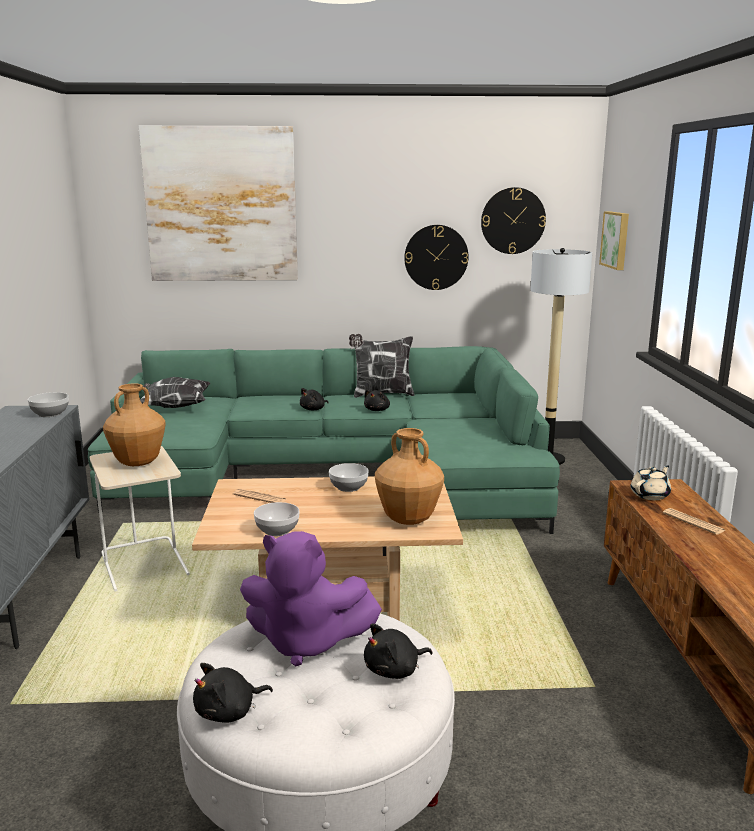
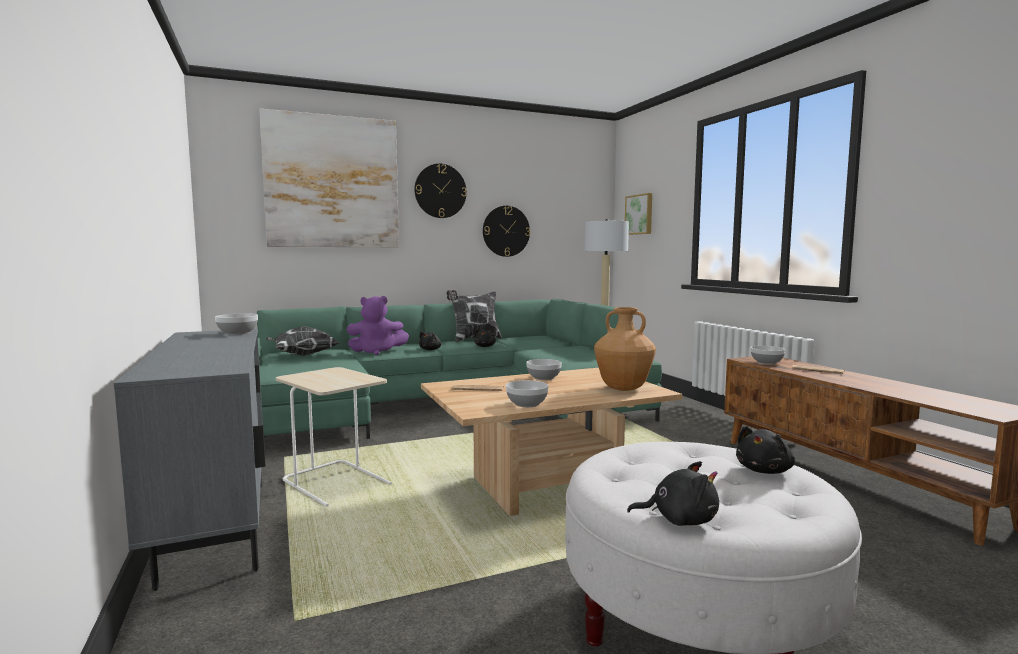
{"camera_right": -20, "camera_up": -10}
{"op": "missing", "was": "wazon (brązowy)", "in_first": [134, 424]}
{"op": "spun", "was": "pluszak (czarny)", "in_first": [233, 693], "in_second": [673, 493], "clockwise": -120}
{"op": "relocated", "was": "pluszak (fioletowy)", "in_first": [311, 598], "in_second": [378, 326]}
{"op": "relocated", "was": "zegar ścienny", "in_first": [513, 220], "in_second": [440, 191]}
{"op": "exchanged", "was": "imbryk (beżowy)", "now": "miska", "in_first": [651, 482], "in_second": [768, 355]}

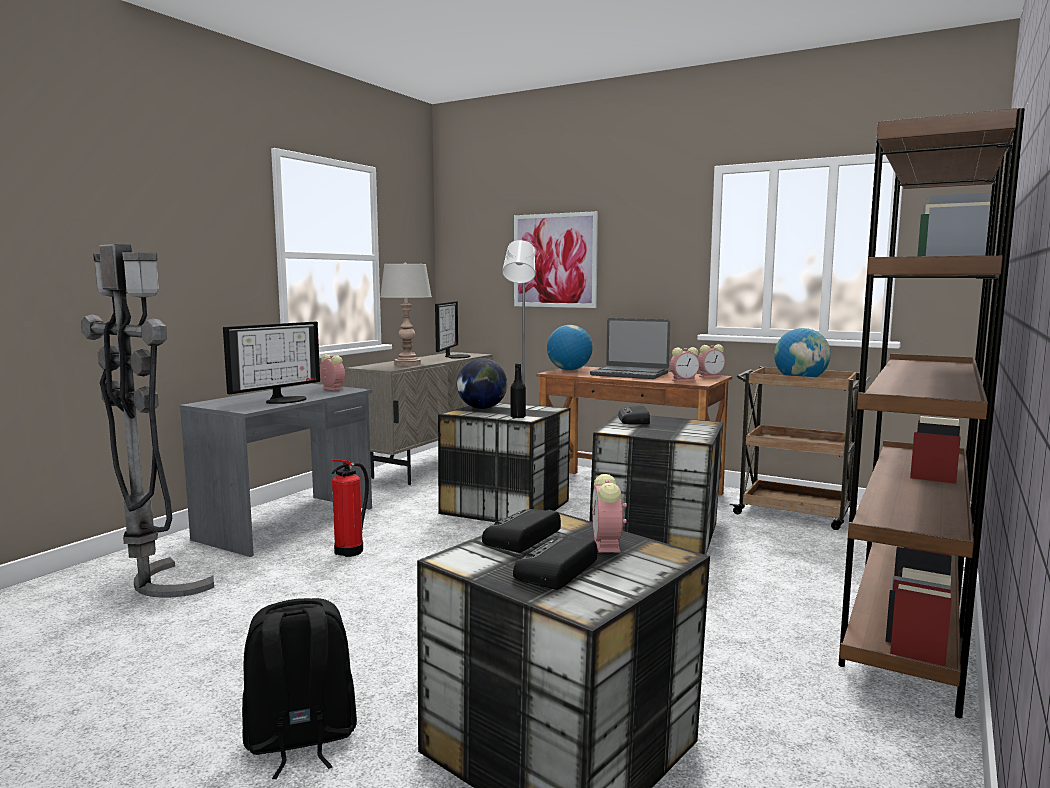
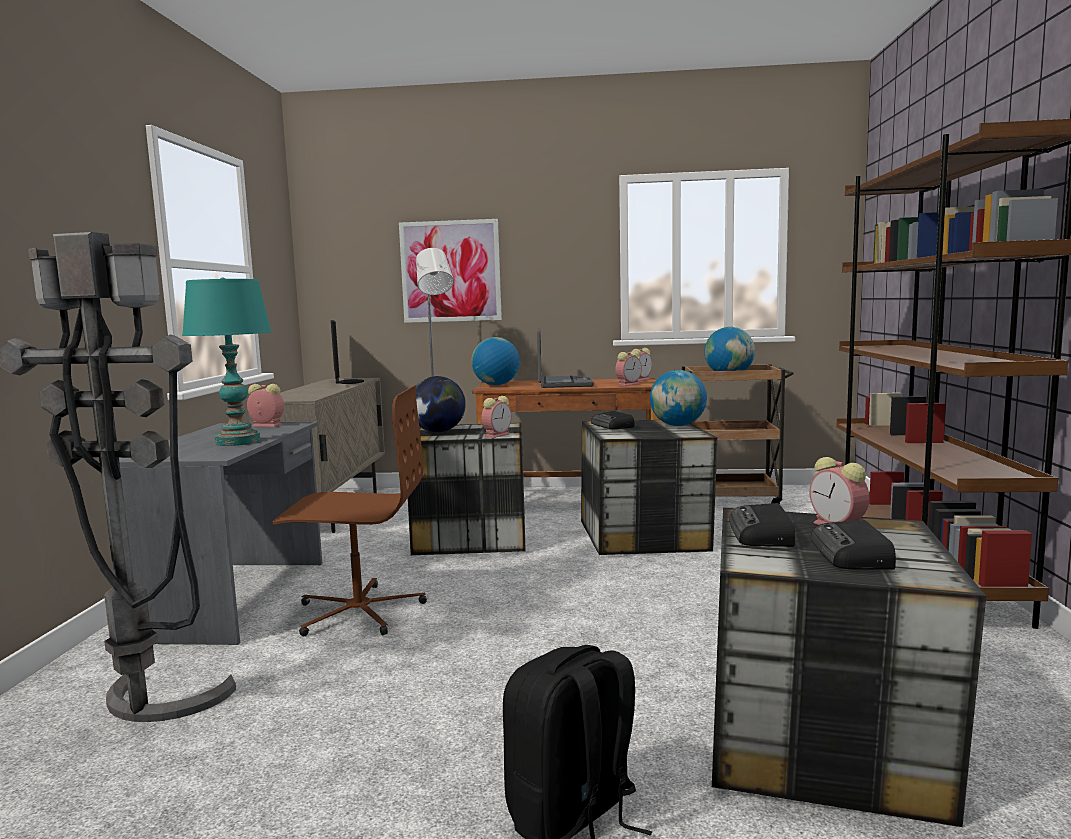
{"camera_right": -25, "camera_up": 0}
{"op": "exchanged", "was": "monitor", "now": "lampa stołowa (turkusowy)", "in_first": [271, 363], "in_second": [226, 362]}
{"op": "exchanged", "was": "gaśnica", "now": "krzesło biurowe (brązowy)", "in_first": [350, 508], "in_second": [349, 510]}
{"op": "missing", "was": "lampa stołowa (szary)", "in_first": [406, 314]}
{"op": "exchanged", "was": "butelka (czarny)", "now": "budzik", "in_first": [518, 391], "in_second": [496, 417]}
{"op": "spun", "was": "laptop", "in_first": [630, 348], "in_second": [565, 358], "clockwise": -90}
{"op": "appeared", "now": "globus", "in_second": [678, 398]}

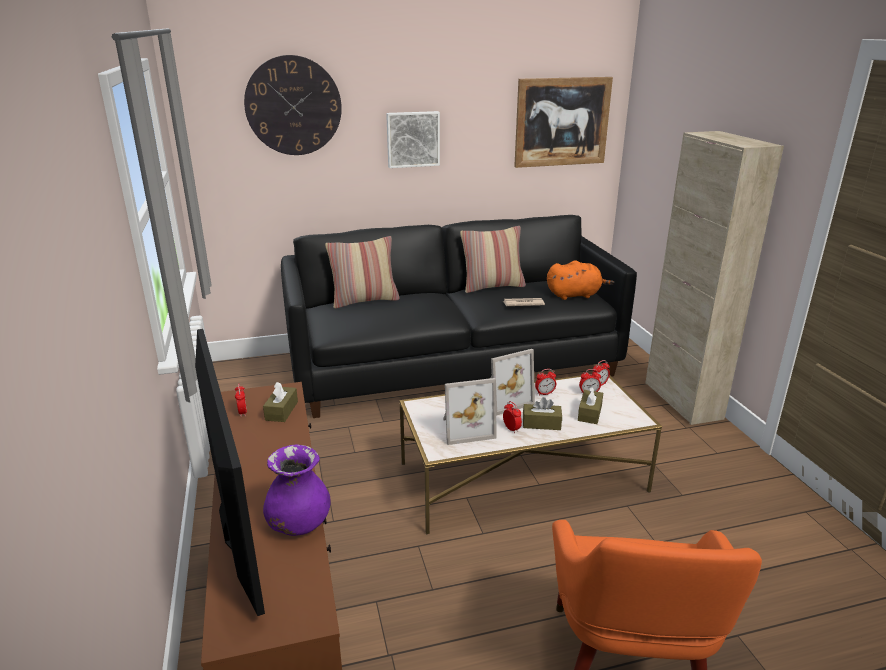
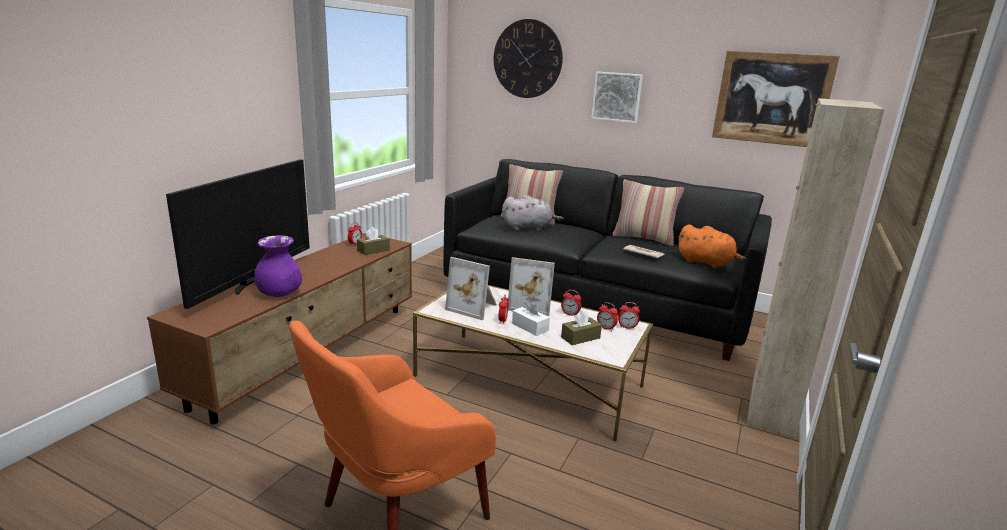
{"camera_right": 40, "camera_up": -5}
{"op": "colour", "was": "pudełko chusteczek (brązowy)", "now": "pudełko chusteczek (biały)", "in_first": [542, 413], "in_second": [531, 318]}
{"op": "appeared", "now": "pluszak (szary)", "in_second": [532, 213]}

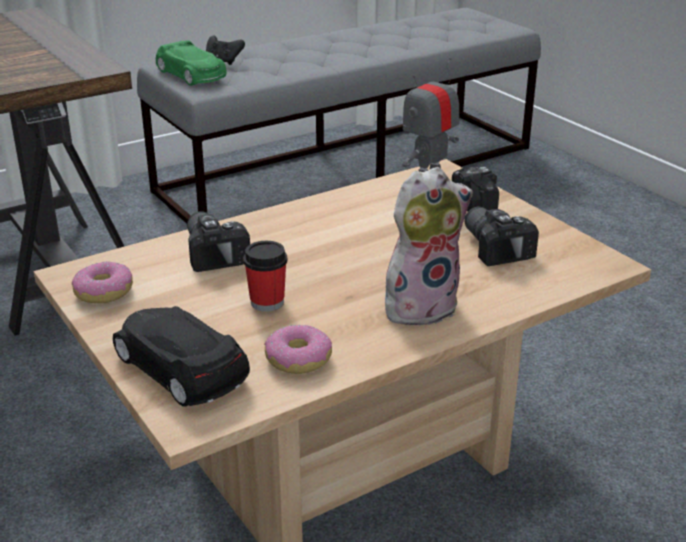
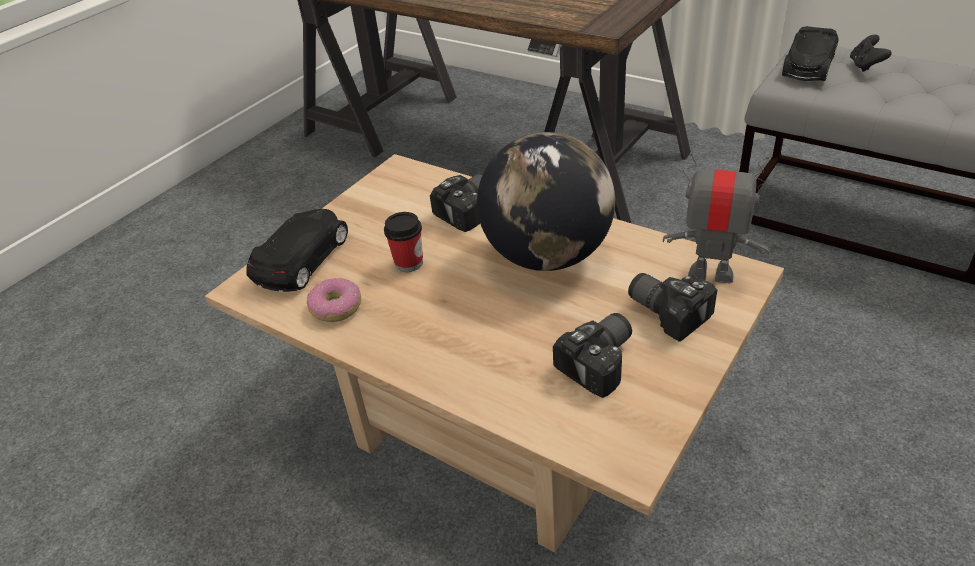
{"camera_right": 70, "camera_up": 10}
{"op": "missing", "was": "donut", "in_first": [102, 282]}
{"op": "colour", "was": "samochodzik (zielony)", "now": "samochodzik (czarny)", "in_first": [191, 63], "in_second": [810, 53]}
{"op": "missing", "was": "pluszak", "in_first": [429, 248]}
{"op": "appeared", "now": "globus", "in_second": [546, 201]}

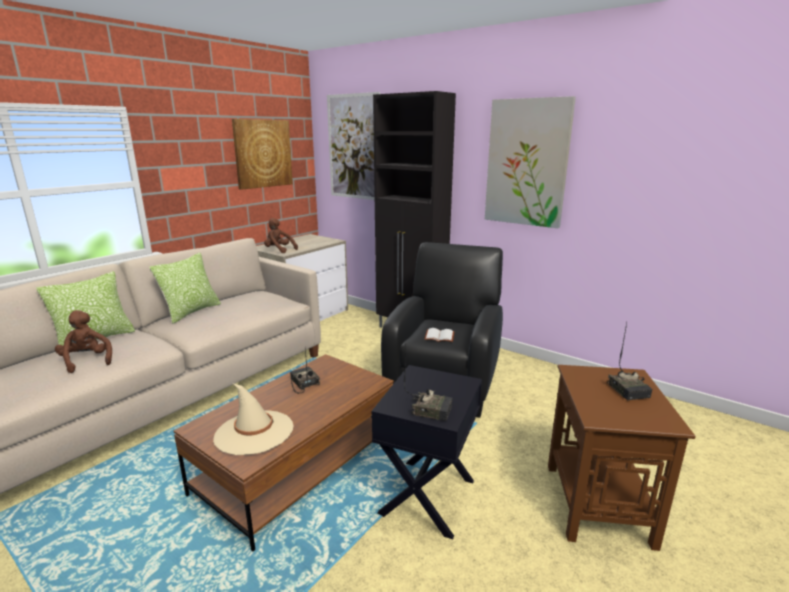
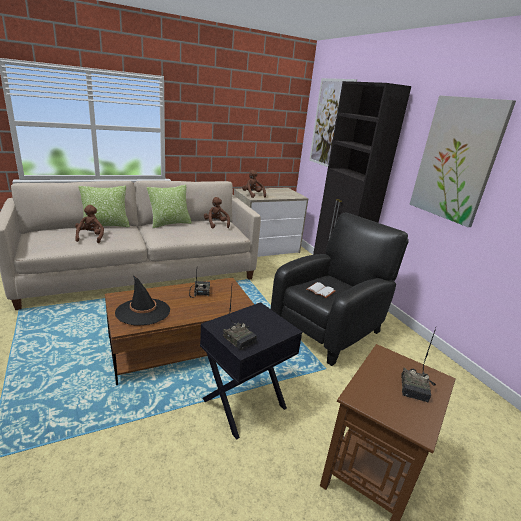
{"camera_right": 25, "camera_up": 5}
{"op": "colour", "was": "kapelusz (beżowy)", "now": "kapelusz (czarny)", "in_first": [253, 419], "in_second": [142, 300]}
{"op": "missing", "was": "obraz", "in_first": [262, 154]}
{"op": "appeared", "now": "pluszak (brązowy)", "in_second": [217, 212]}

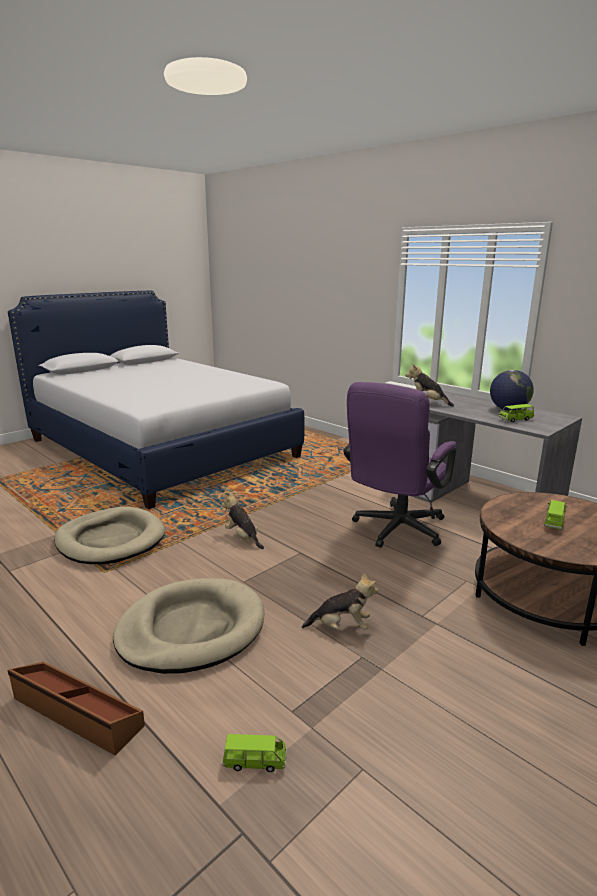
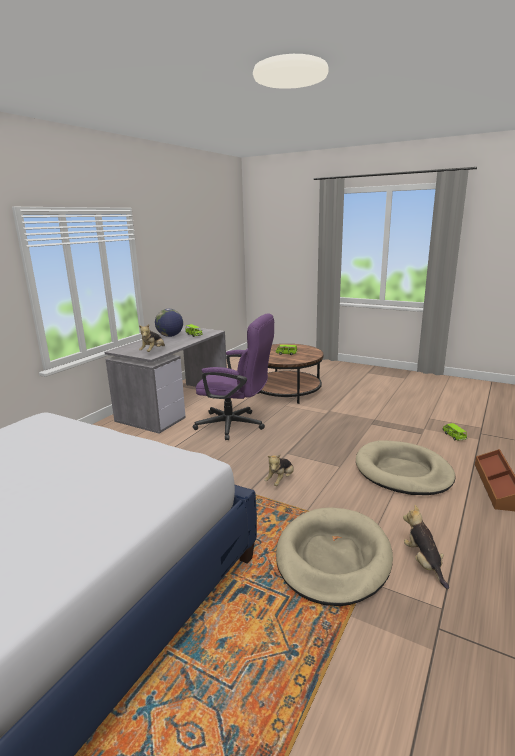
{"camera_right": -105, "camera_up": 0}
{"op": "relocated", "was": "pluszak", "in_first": [340, 601], "in_second": [426, 547]}

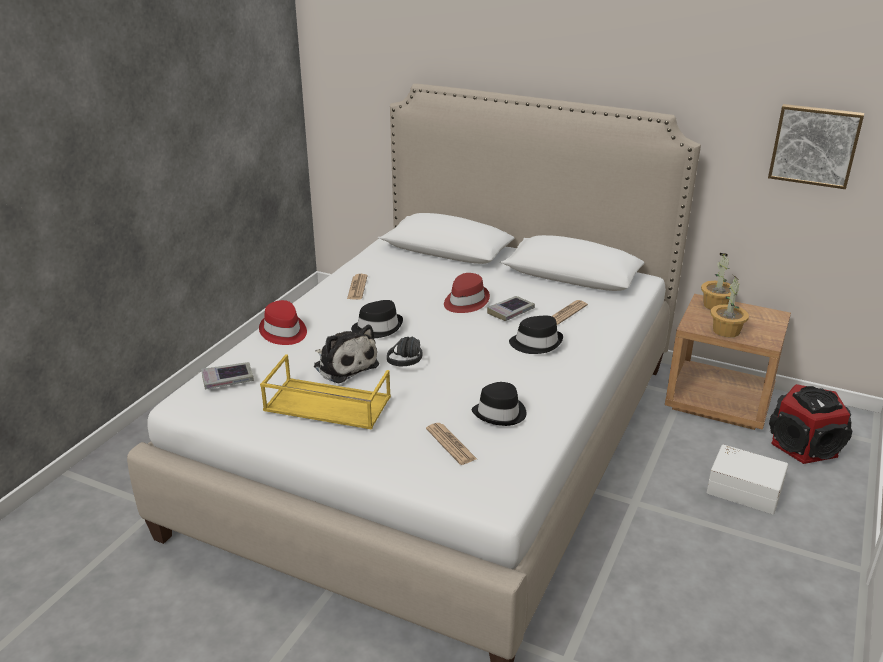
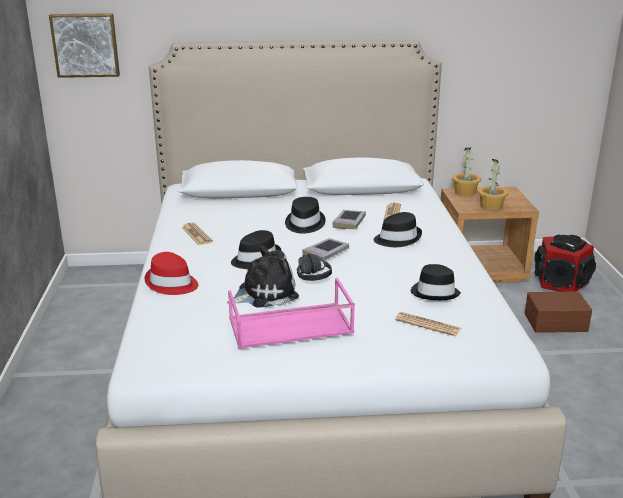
{"camera_right": -30, "camera_up": -5}
{"op": "relocated", "was": "książka", "in_first": [227, 375], "in_second": [325, 250]}
{"op": "colour", "was": "taca (żółty)", "now": "taca (różowy)", "in_first": [325, 392], "in_second": [291, 313]}
{"op": "spun", "was": "pluszak", "in_first": [346, 354], "in_second": [263, 276], "clockwise": -45}
{"op": "colour", "was": "kapelusz (czerwony)", "now": "kapelusz (czarny)", "in_first": [467, 293], "in_second": [305, 215]}
{"op": "colour", "was": "pojemnik do przechowywania (biały)", "now": "pojemnik do przechowywania (brązowy)", "in_first": [747, 479], "in_second": [558, 312]}
{"op": "relocated", "was": "obraz", "in_first": [816, 146], "in_second": [84, 45]}

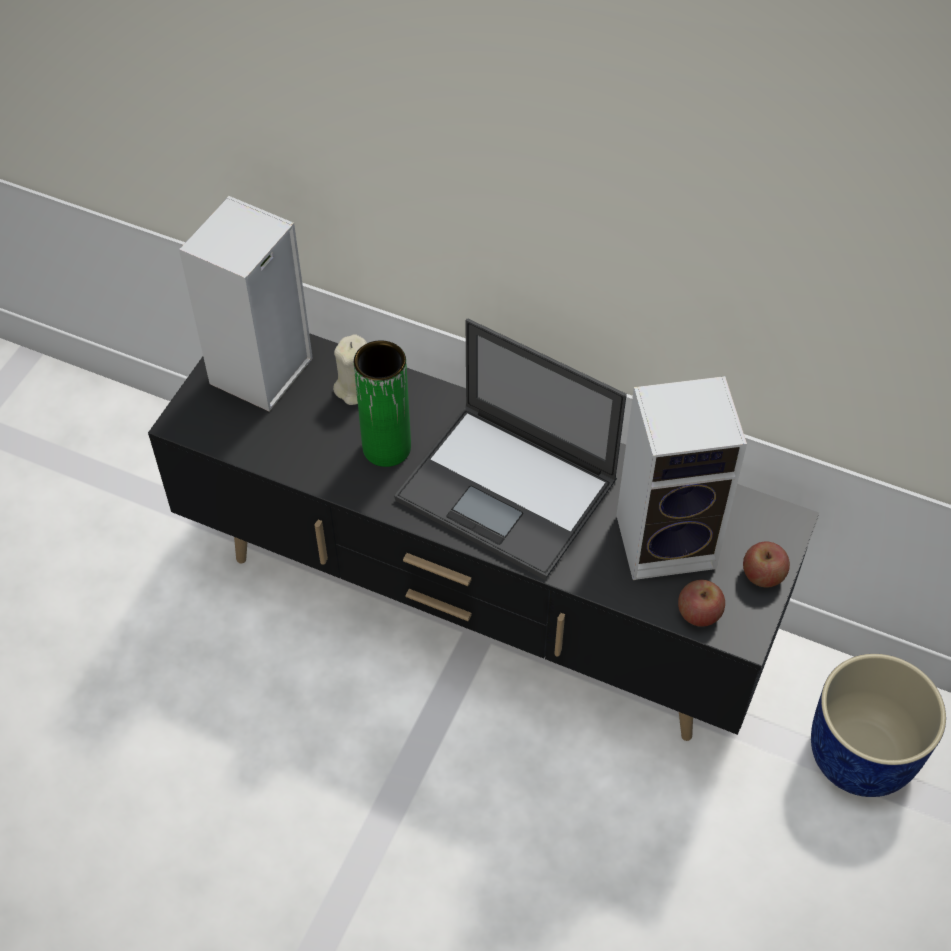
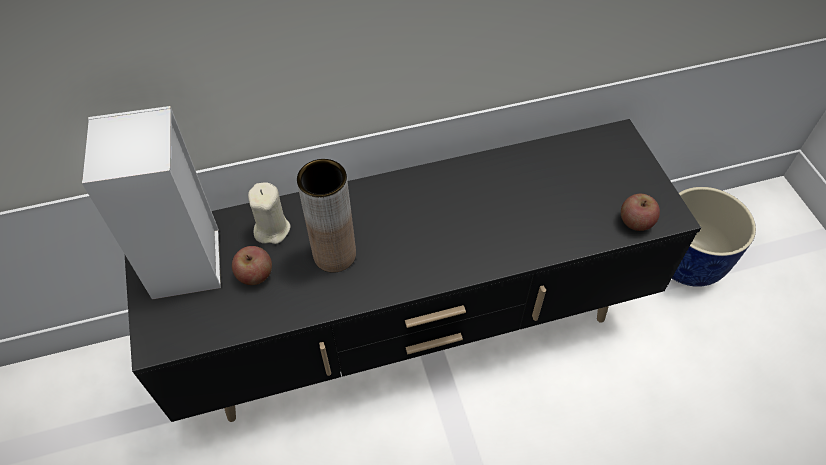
{"camera_right": -40, "camera_up": 0}
{"op": "colour", "was": "wazon (zielony)", "now": "wazon (brązowy)", "in_first": [382, 403], "in_second": [326, 216]}
{"op": "missing", "was": "laptop", "in_first": [510, 449]}
{"op": "missing", "was": "głośnik", "in_first": [681, 478]}
{"op": "relocated", "was": "jabłko", "in_first": [766, 565], "in_second": [252, 265]}

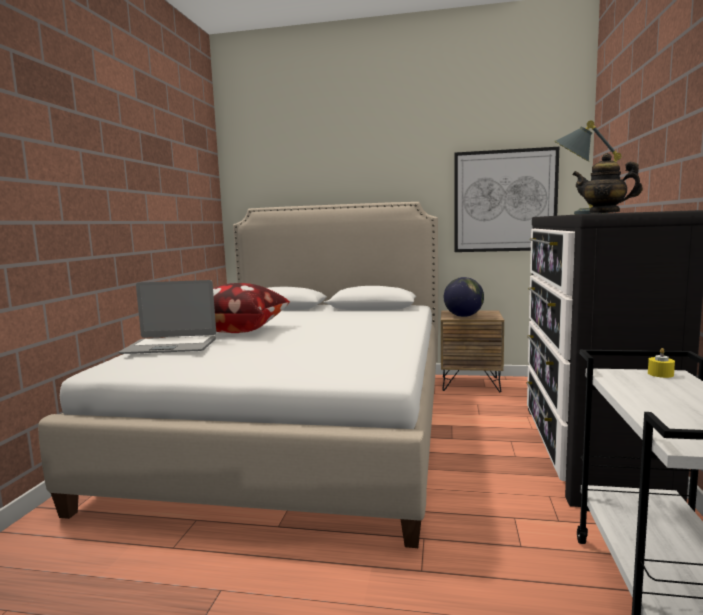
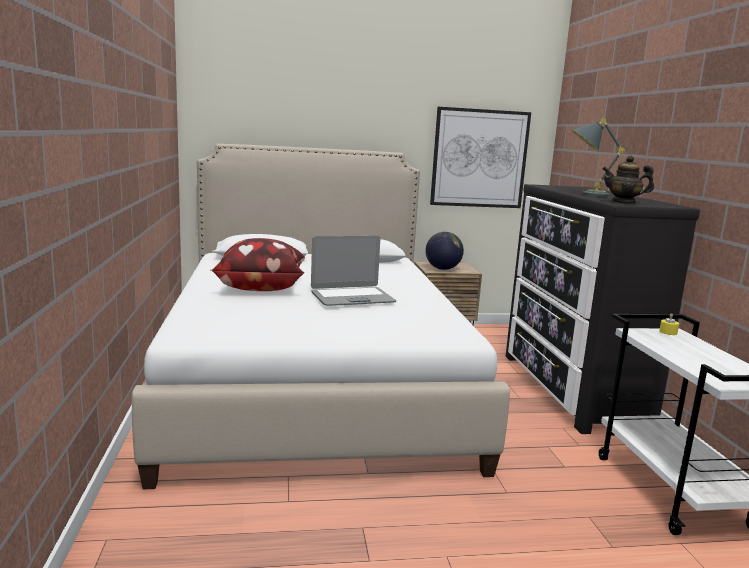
{"camera_right": -20, "camera_up": 5}
{"op": "relocated", "was": "laptop", "in_first": [167, 317], "in_second": [353, 271]}

